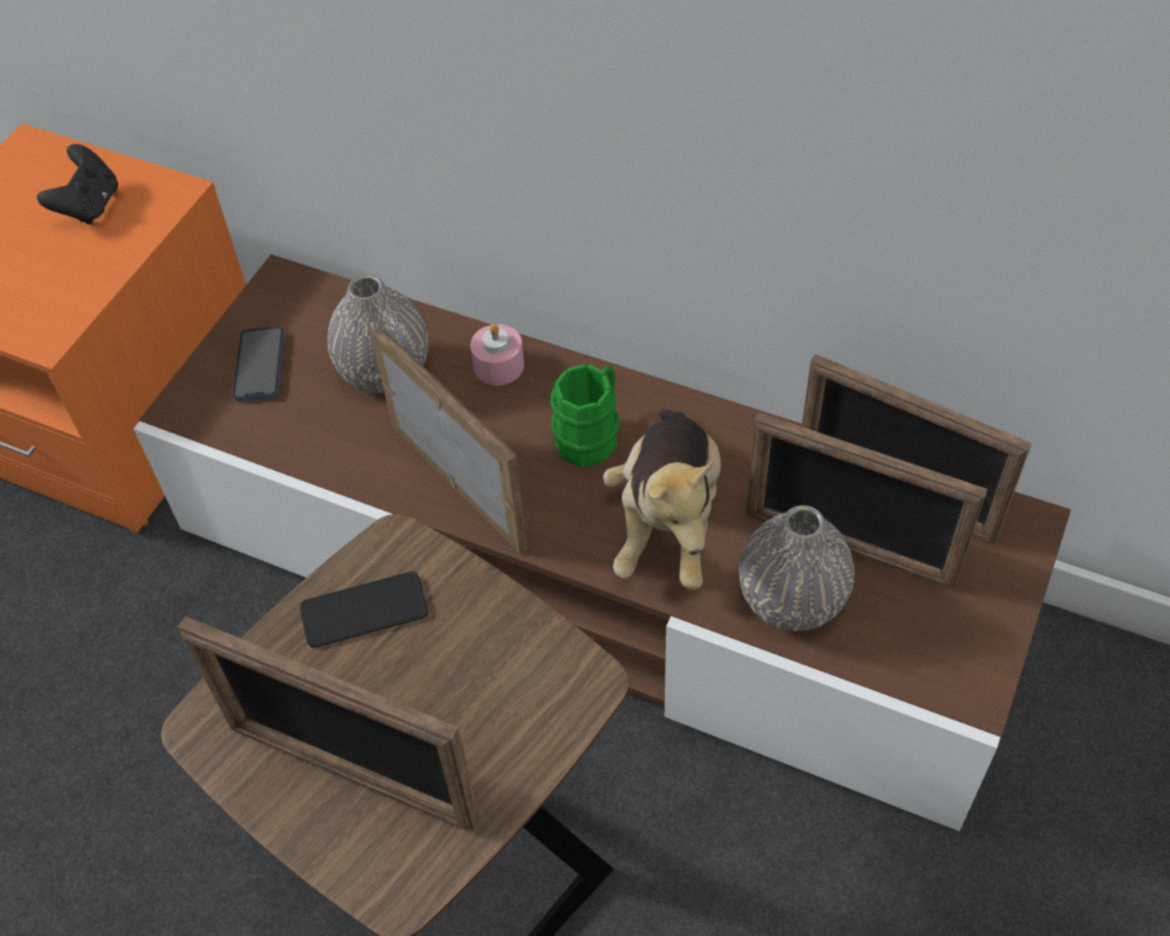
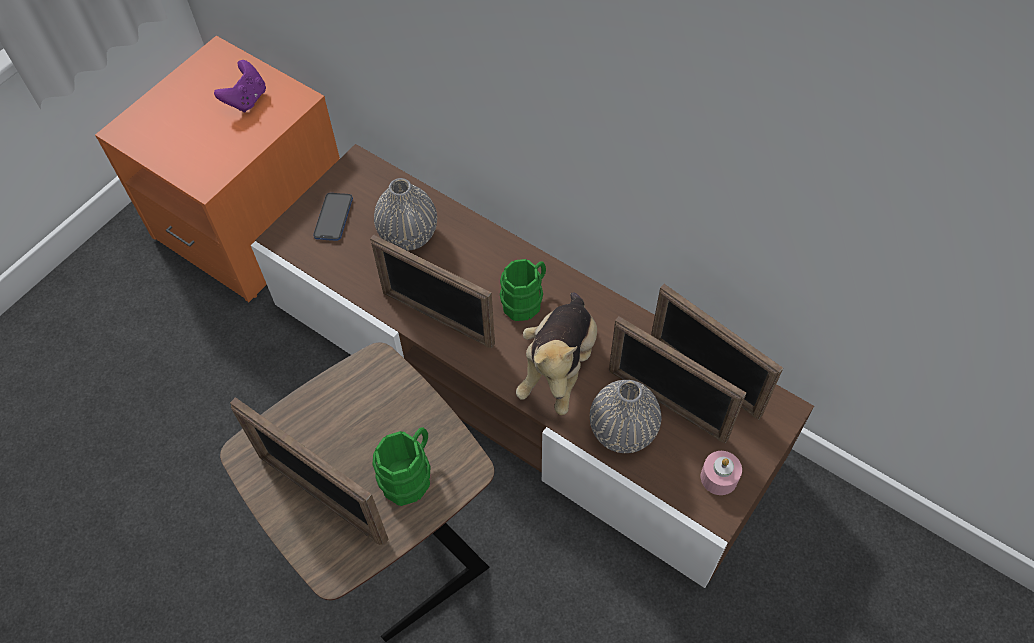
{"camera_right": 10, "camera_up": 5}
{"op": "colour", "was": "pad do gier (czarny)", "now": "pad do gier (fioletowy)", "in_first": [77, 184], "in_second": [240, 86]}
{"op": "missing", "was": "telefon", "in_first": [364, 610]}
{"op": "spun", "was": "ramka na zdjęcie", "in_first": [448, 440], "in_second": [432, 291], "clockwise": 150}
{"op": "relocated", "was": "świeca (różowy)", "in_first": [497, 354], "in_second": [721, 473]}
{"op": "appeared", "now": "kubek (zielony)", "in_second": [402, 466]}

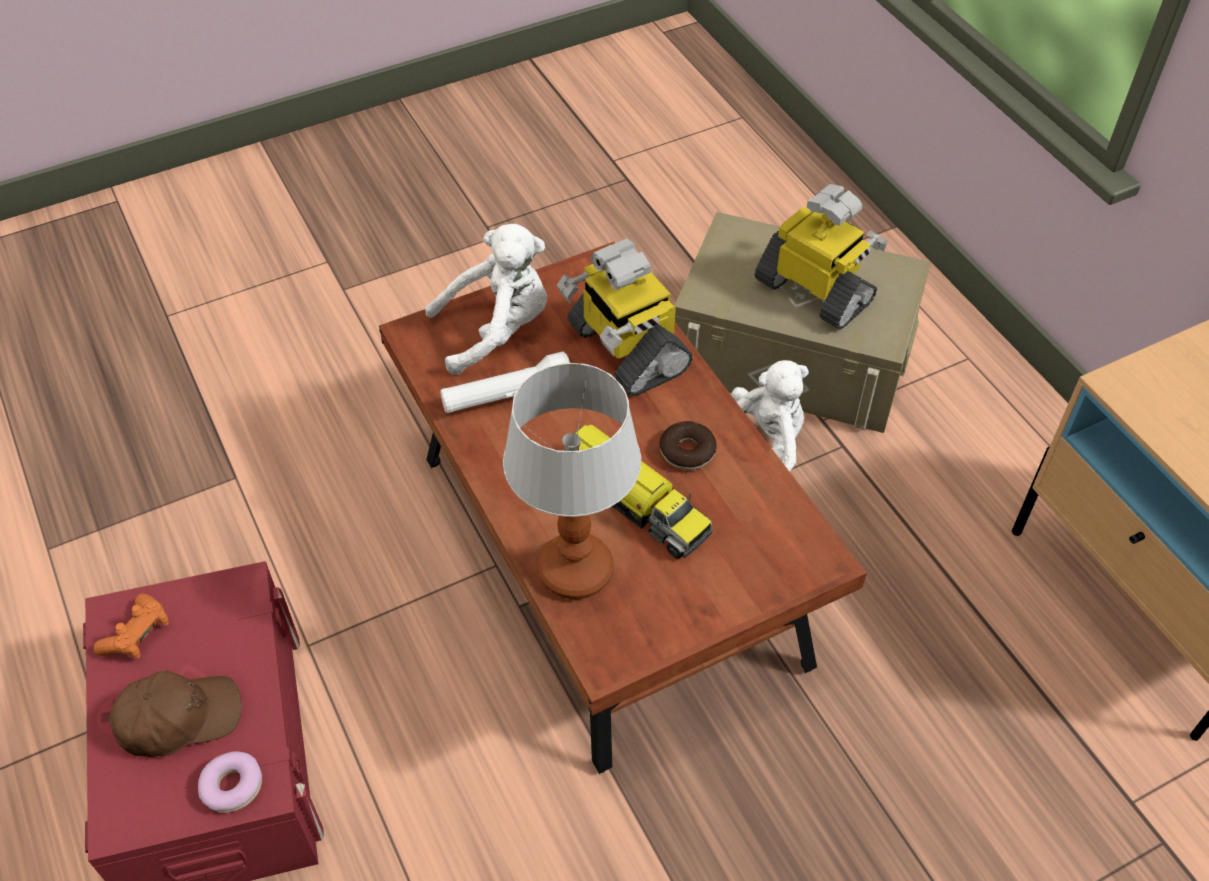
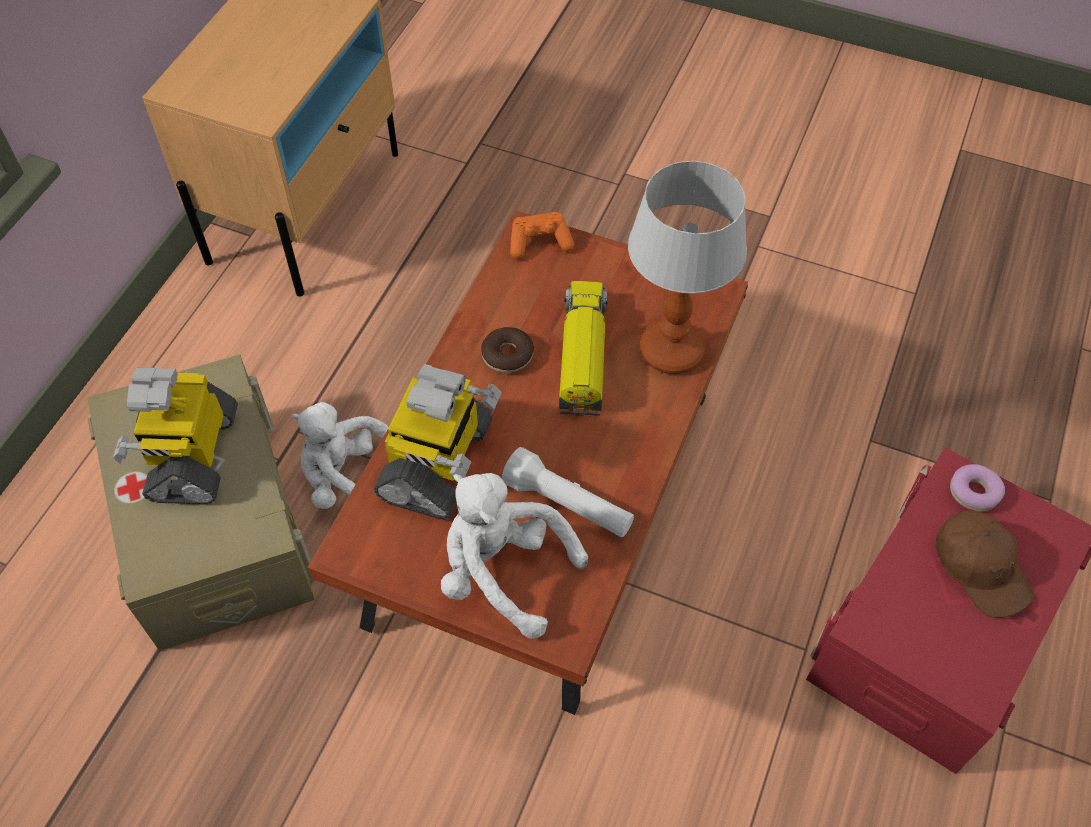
{"camera_right": -130, "camera_up": 5}
{"op": "relocated", "was": "pad do gier (pomarańczowy)", "in_first": [131, 626], "in_second": [542, 236]}
{"op": "spun", "was": "czapka z daszkiem (brązowy)", "in_first": [175, 714], "in_second": [985, 564], "clockwise": -150}

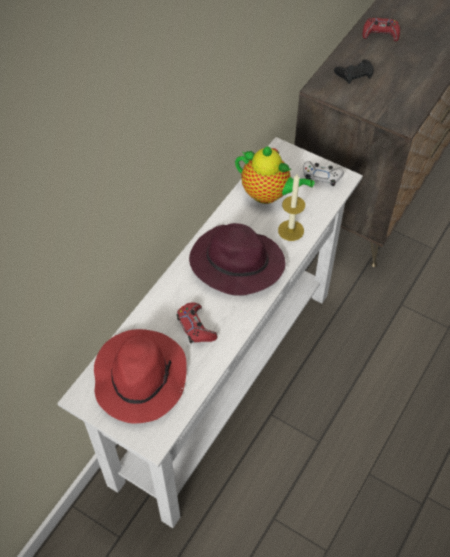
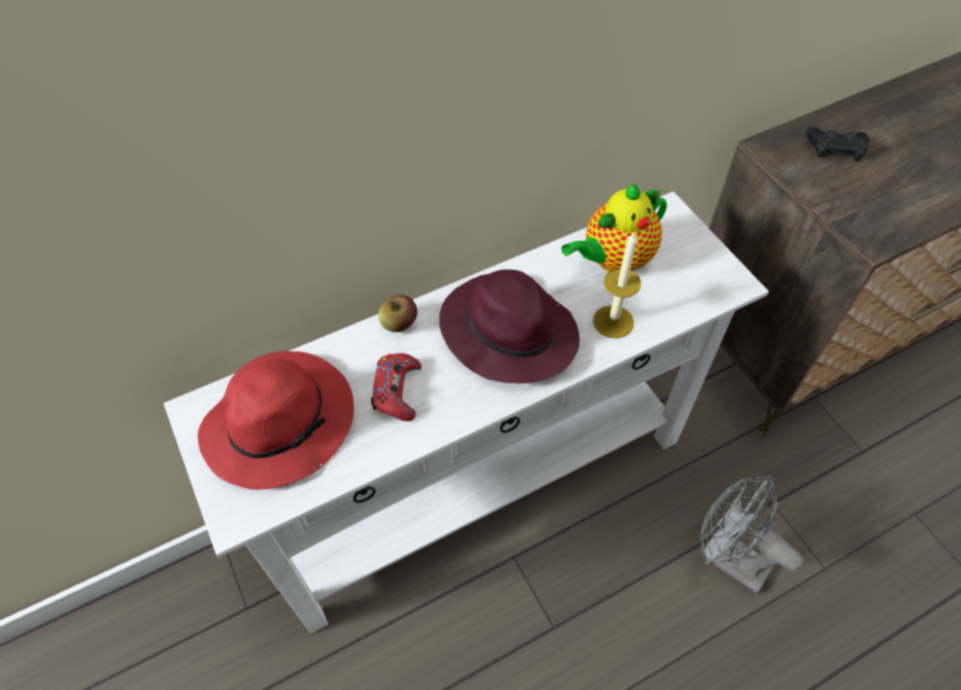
{"camera_right": 30, "camera_up": 0}
{"op": "spun", "was": "imbryk", "in_first": [274, 175], "in_second": [614, 228], "clockwise": 90}
{"op": "missing", "was": "pad do gier (biały)", "in_first": [323, 173]}
{"op": "missing", "was": "pad do gier (czerwony)", "in_first": [381, 29]}
{"op": "appeared", "now": "jabłko", "in_second": [397, 313]}
{"op": "appeared", "now": "wentylator (szary)", "in_second": [751, 534]}

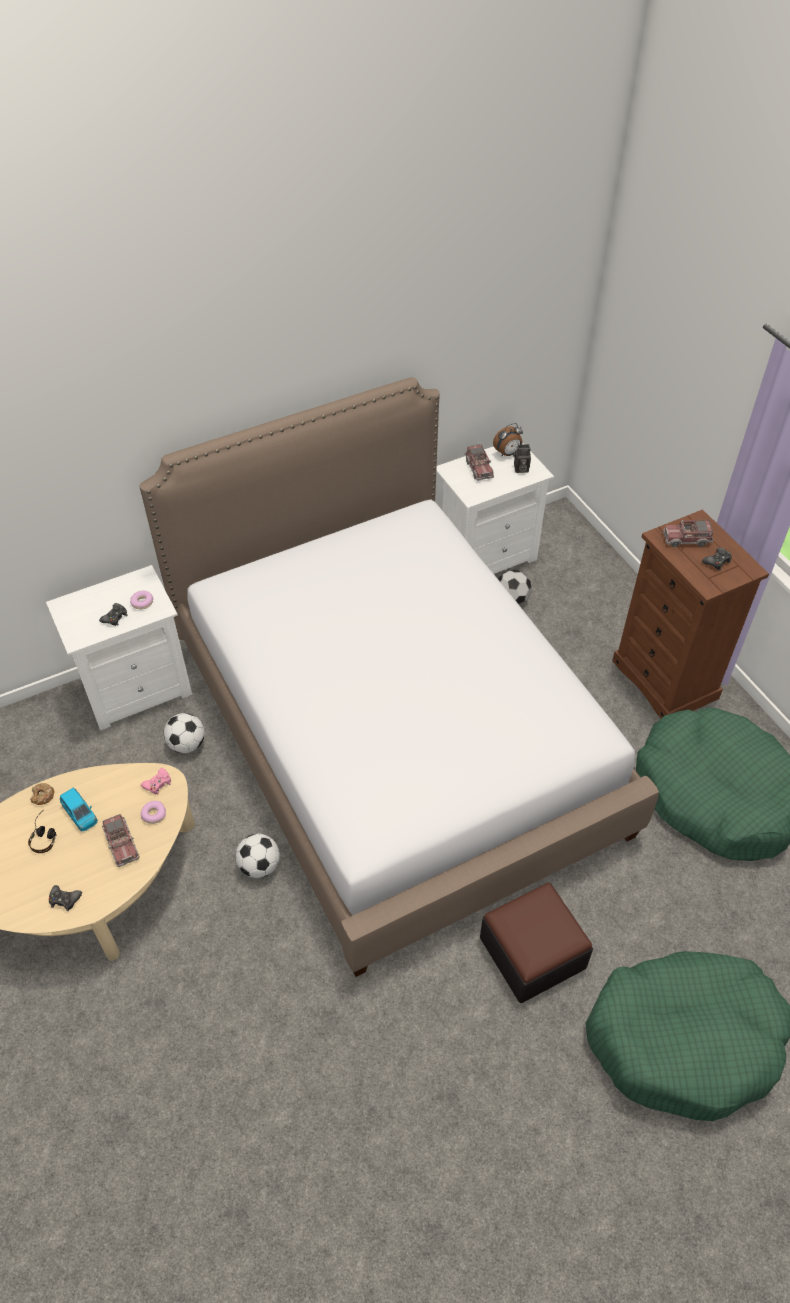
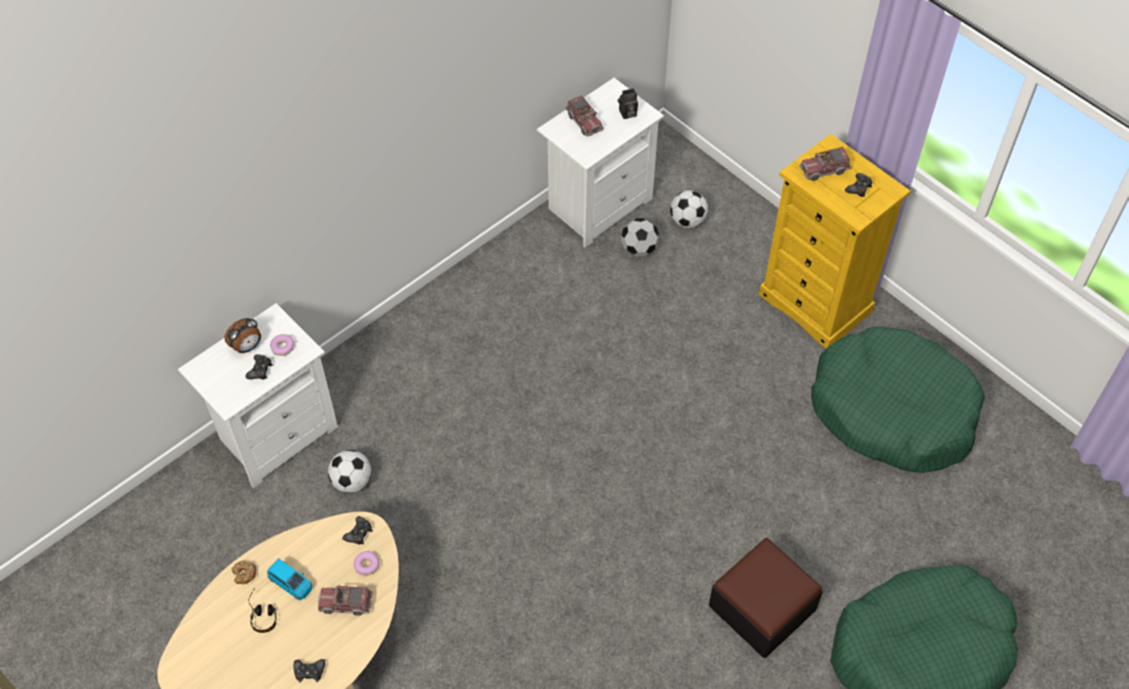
{"camera_right": -15, "camera_up": 5}
{"op": "spun", "was": "ciężarówka zabawkowa", "in_first": [121, 840], "in_second": [345, 600], "clockwise": 135}
{"op": "missing", "was": "łóżko", "in_first": [399, 677]}
{"op": "colour", "was": "pad do gier (różowy)", "now": "pad do gier (czarny)", "in_first": [156, 781], "in_second": [357, 530]}
{"op": "relocated", "was": "piłka futbolowa", "in_first": [257, 856], "in_second": [689, 209]}
{"op": "relocated", "was": "budzik", "in_first": [508, 440], "in_second": [242, 335]}
{"op": "colour", "was": "komoda (brązowy)", "now": "komoda (żółty)", "in_first": [690, 613], "in_second": [834, 241]}

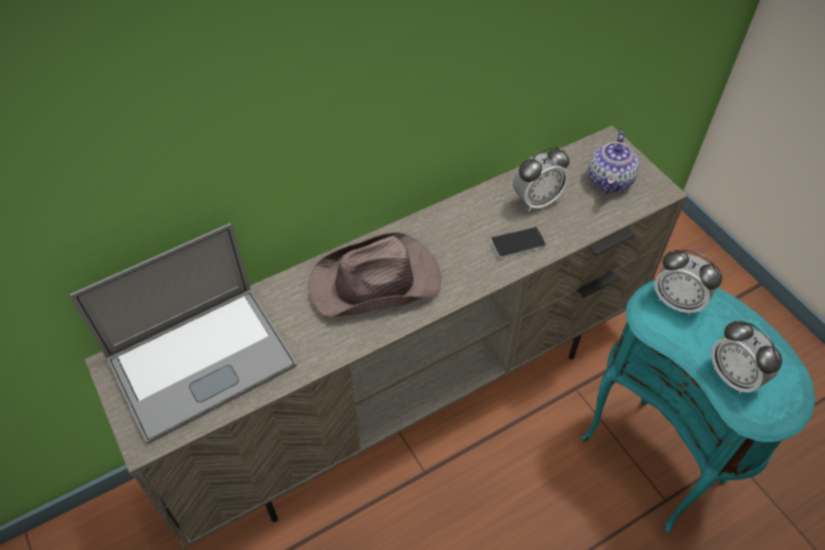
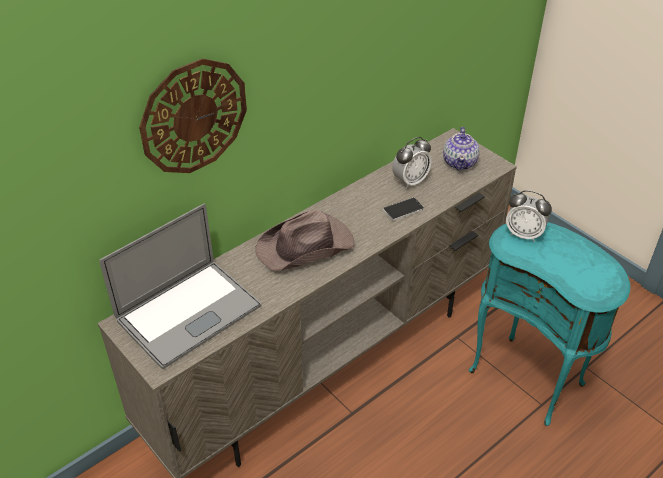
{"camera_right": -10, "camera_up": -10}
{"op": "missing", "was": "budzik", "in_first": [746, 357]}
{"op": "appeared", "now": "zegar ścienny", "in_second": [193, 116]}

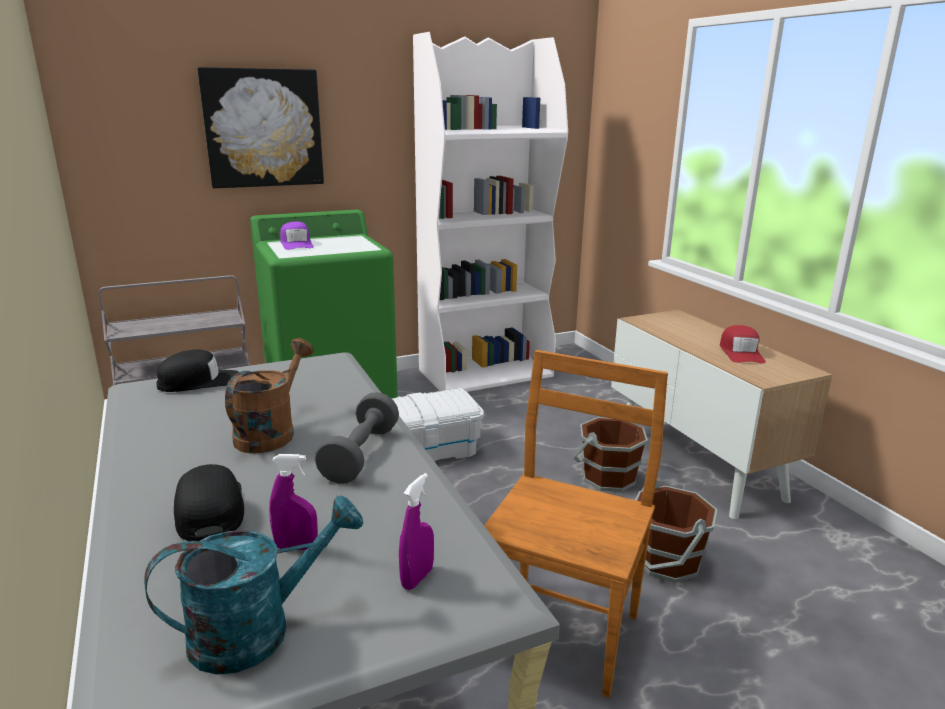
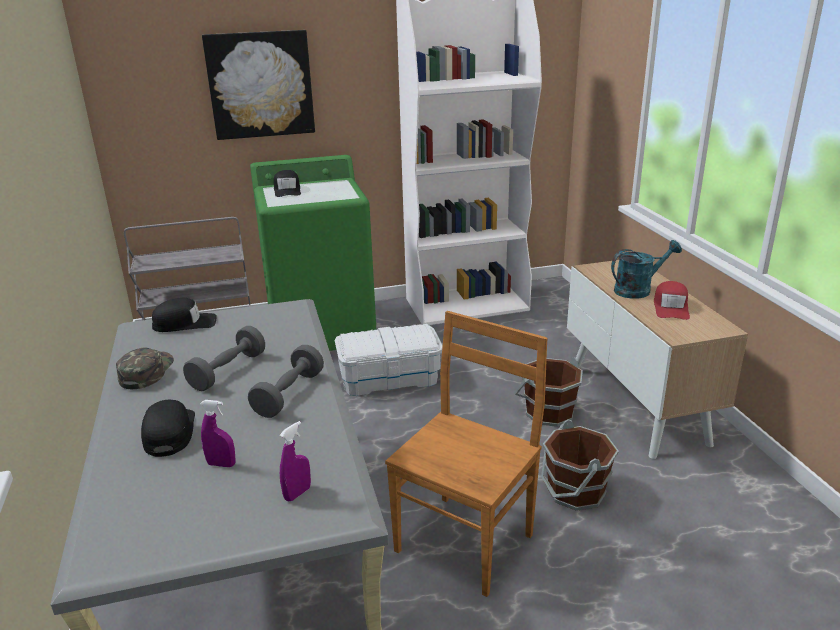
{"camera_right": 10, "camera_up": 5}
{"op": "relocated", "was": "konewka (turkusowy)", "in_first": [253, 585], "in_second": [646, 269]}
{"op": "exchanged", "was": "konewka (brązowy)", "now": "hantel (szary)", "in_first": [269, 395], "in_second": [224, 358]}
{"op": "colour", "was": "czapka z daszkiem (fioletowy)", "now": "czapka z daszkiem (czarny)", "in_first": [297, 235], "in_second": [287, 183]}
{"op": "appeared", "now": "czapka z daszkiem (zielony)", "in_second": [145, 368]}

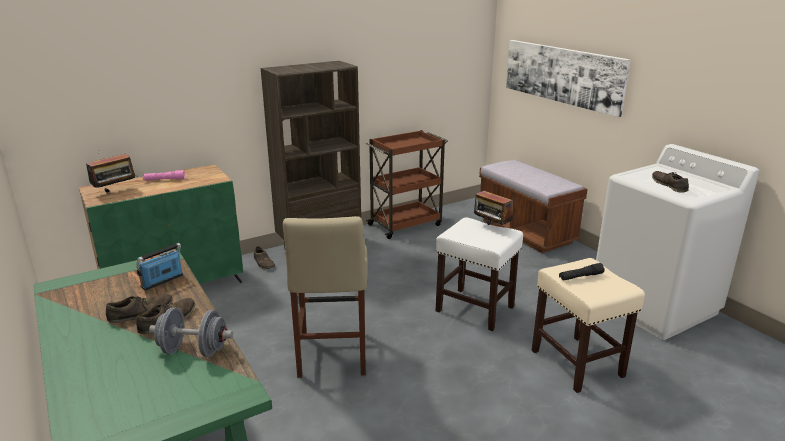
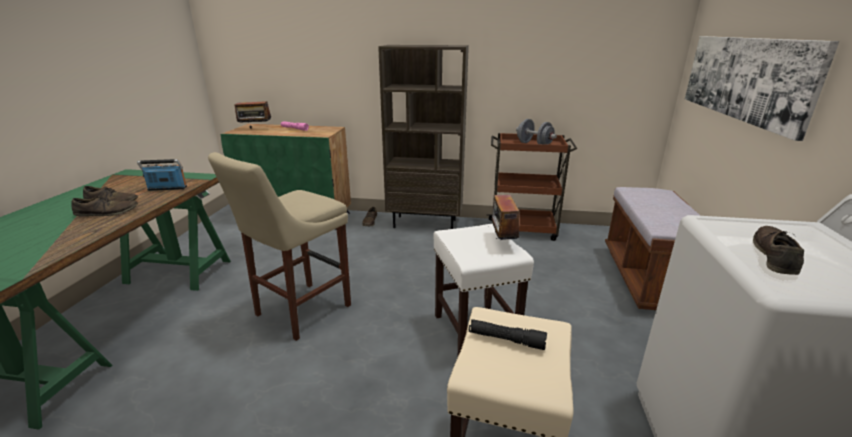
{"camera_right": 40, "camera_up": 0}
{"op": "relocated", "was": "hantel (szary)", "in_first": [191, 332], "in_second": [536, 132]}

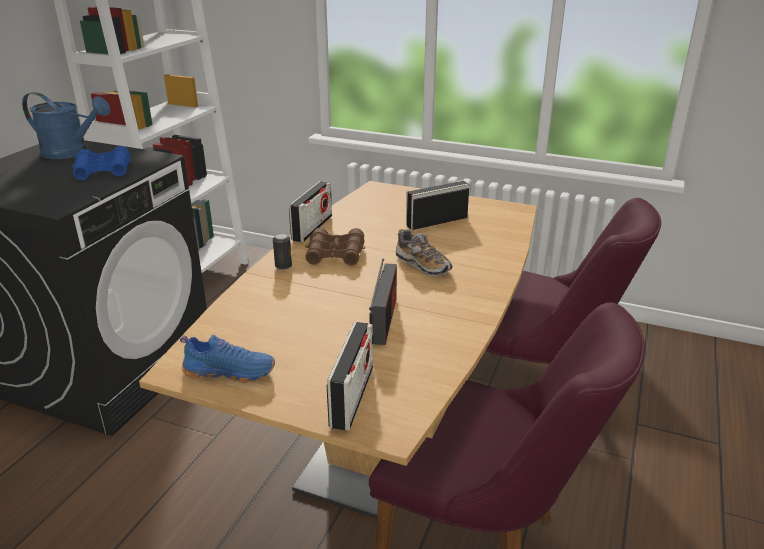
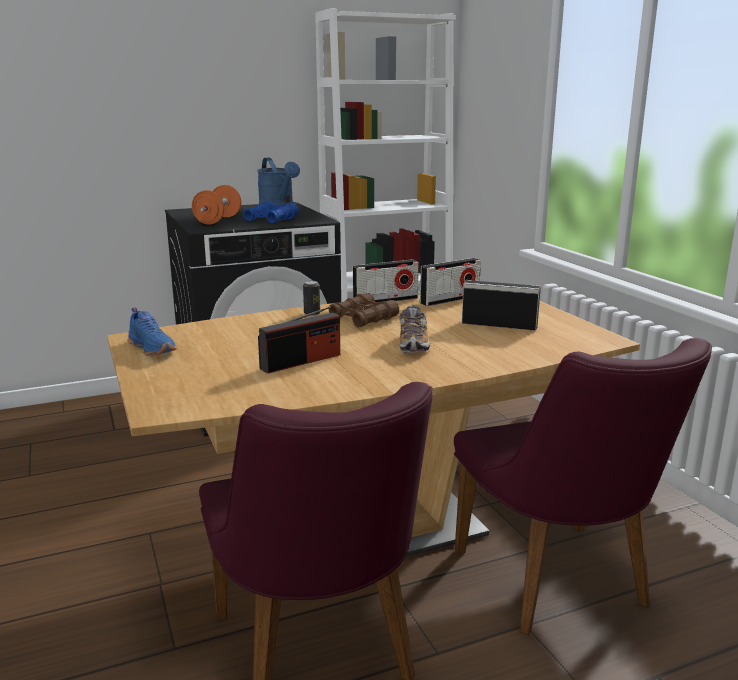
{"camera_right": 45, "camera_up": -10}
{"op": "relocated", "was": "radio", "in_first": [350, 376], "in_second": [450, 282]}
{"op": "appeared", "now": "hantel (pomarańczowy)", "in_second": [216, 205]}

